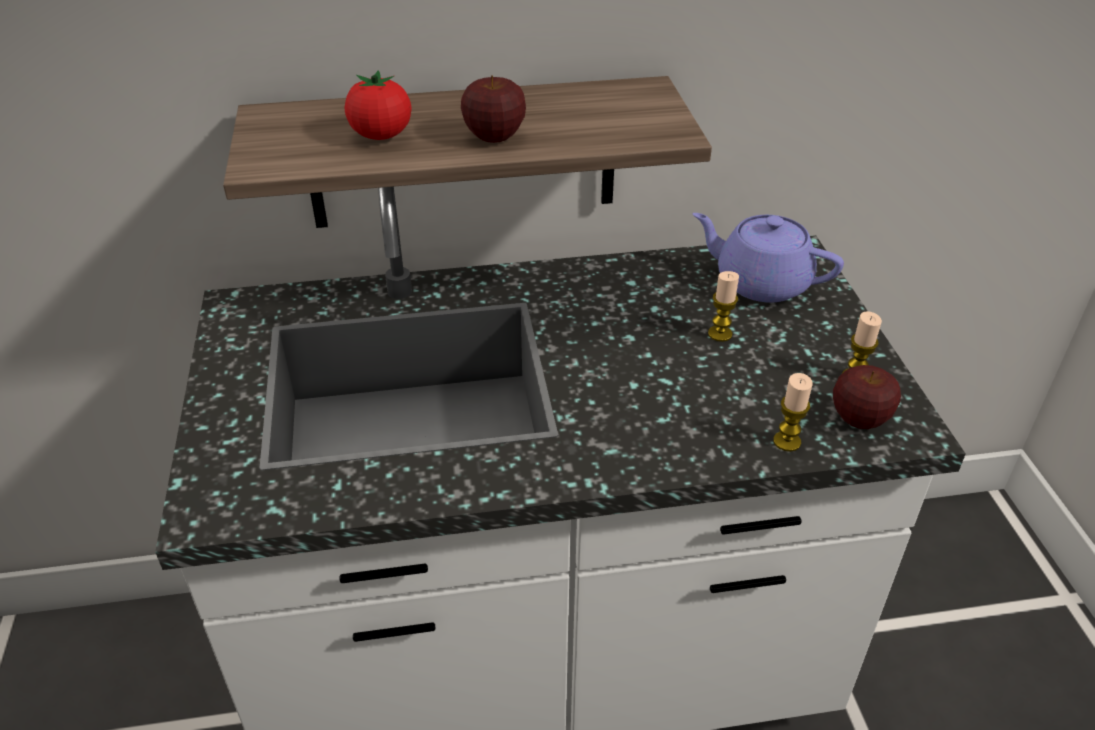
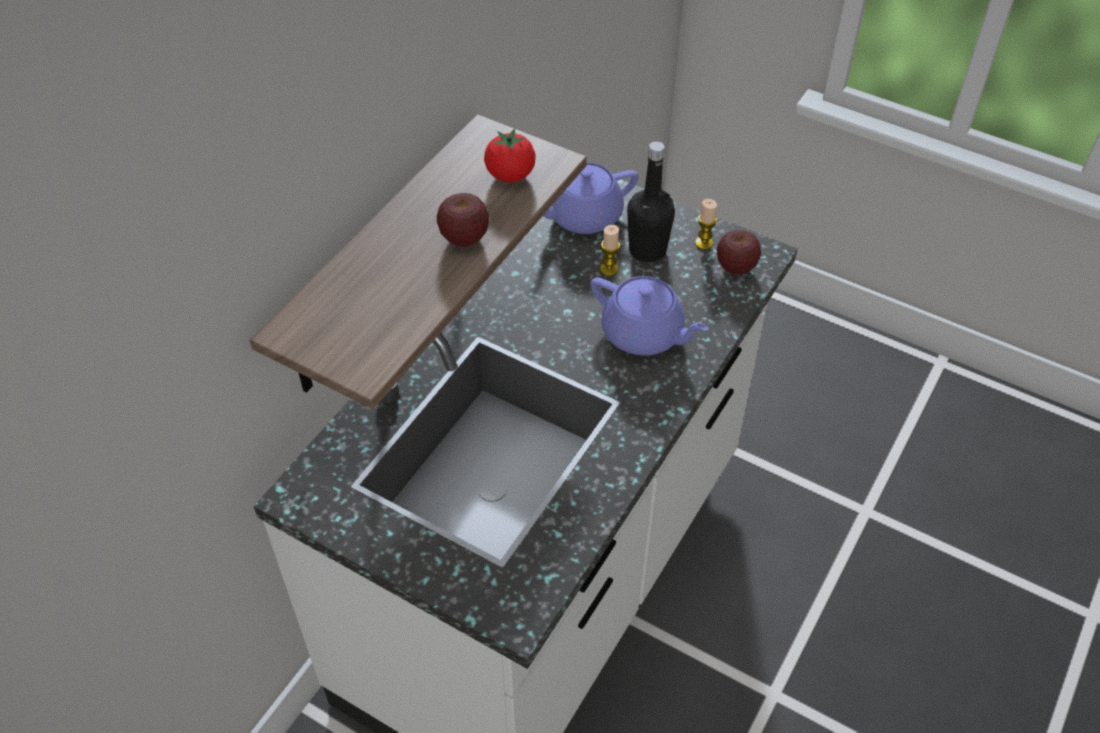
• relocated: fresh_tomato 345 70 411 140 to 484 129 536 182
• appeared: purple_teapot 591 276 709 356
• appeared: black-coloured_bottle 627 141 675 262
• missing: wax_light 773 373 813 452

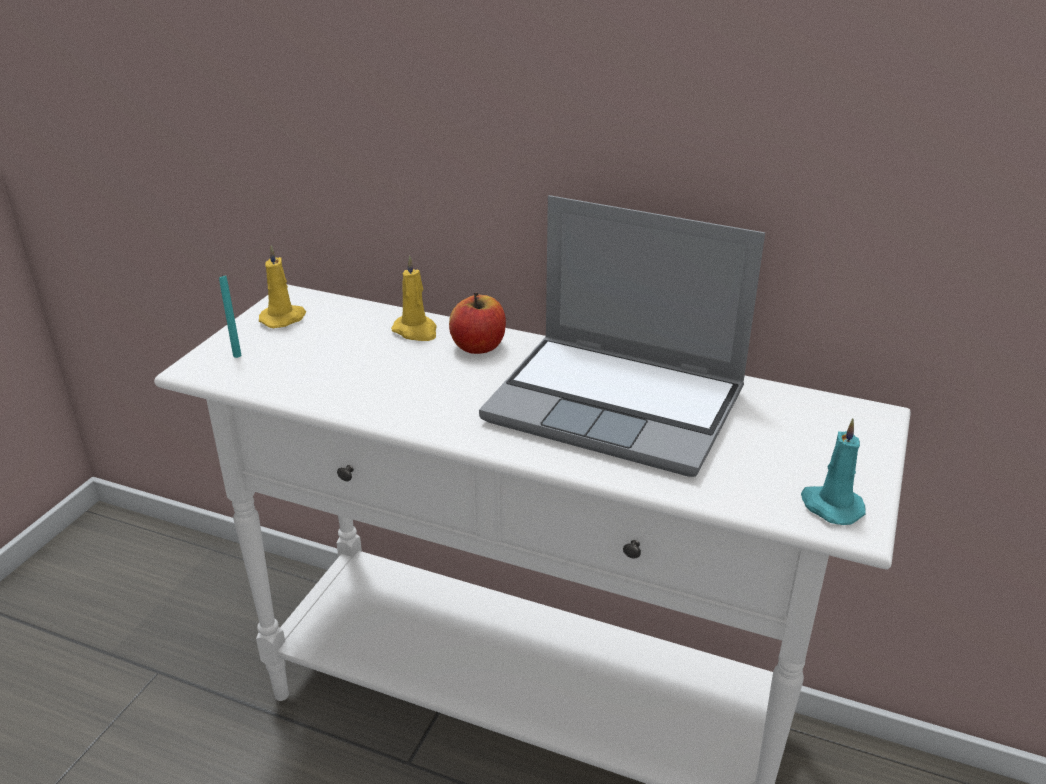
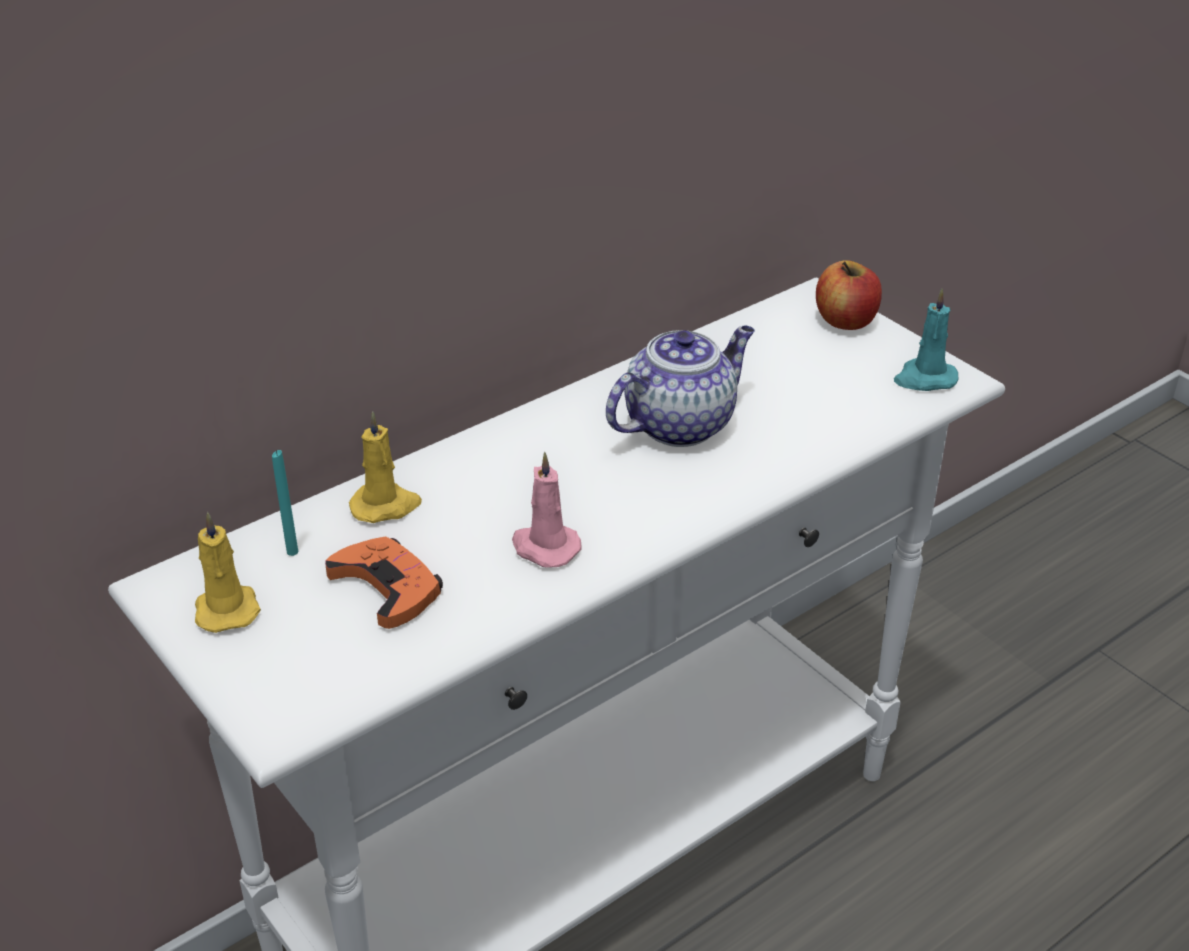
• relocated: turquoise_wax_light 219 275 241 358 to 272 450 298 556
• appeared: orange-coloured_gamepad 325 536 443 629
• appeared: pink-coloured_wax_light 512 452 581 568
• exchanged: notebook_computer 479 195 765 477 to teapot 606 326 755 447
• relocated: apple 449 293 506 354 to 816 260 882 330

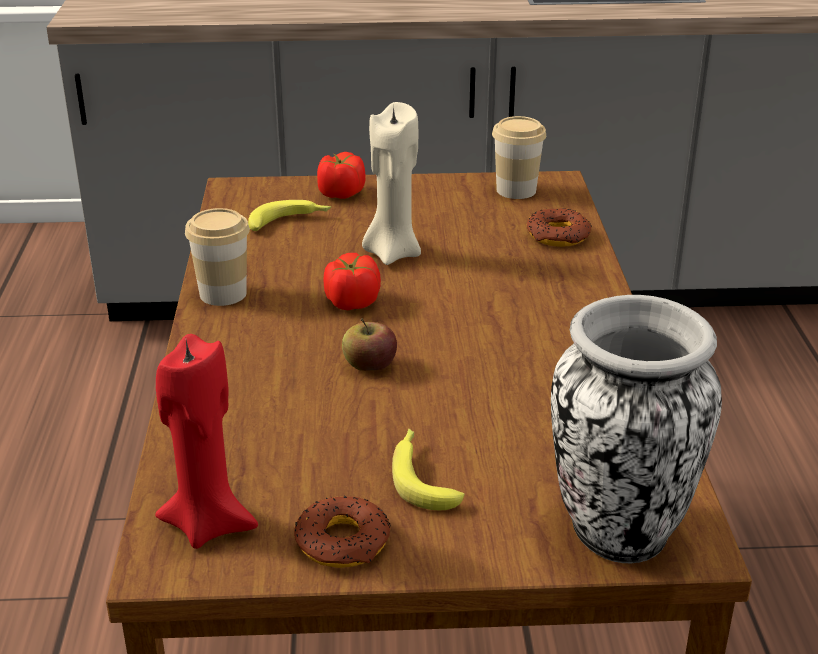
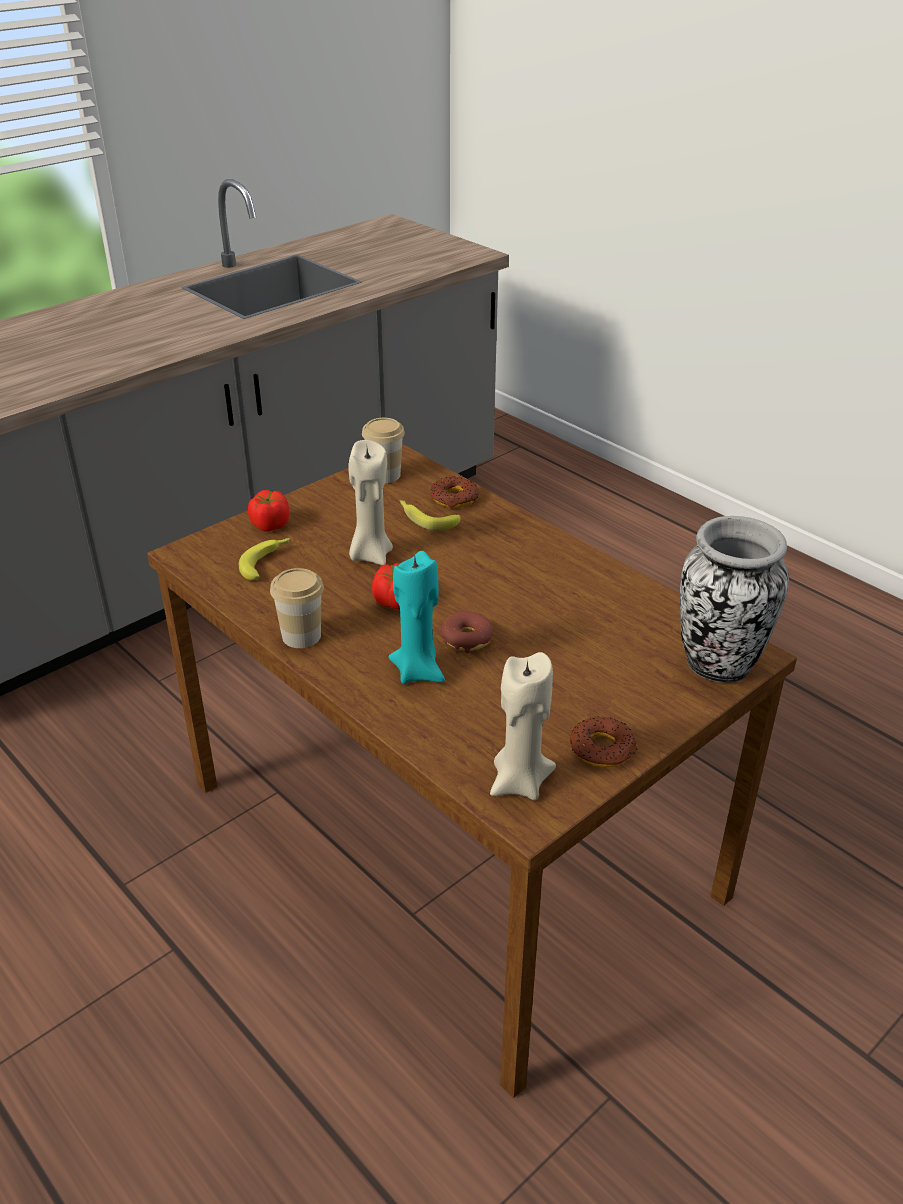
• appeared: turquoise_wax_light 389 551 445 684
• relocated: banana_fruit 392 429 465 510 to 400 500 460 531
• exchanged: apple 342 318 397 371 to doughnut 441 611 493 653
• colour: red-coloured_wax_light 155 334 258 549 to sand-coloured_wax_light 490 652 556 800

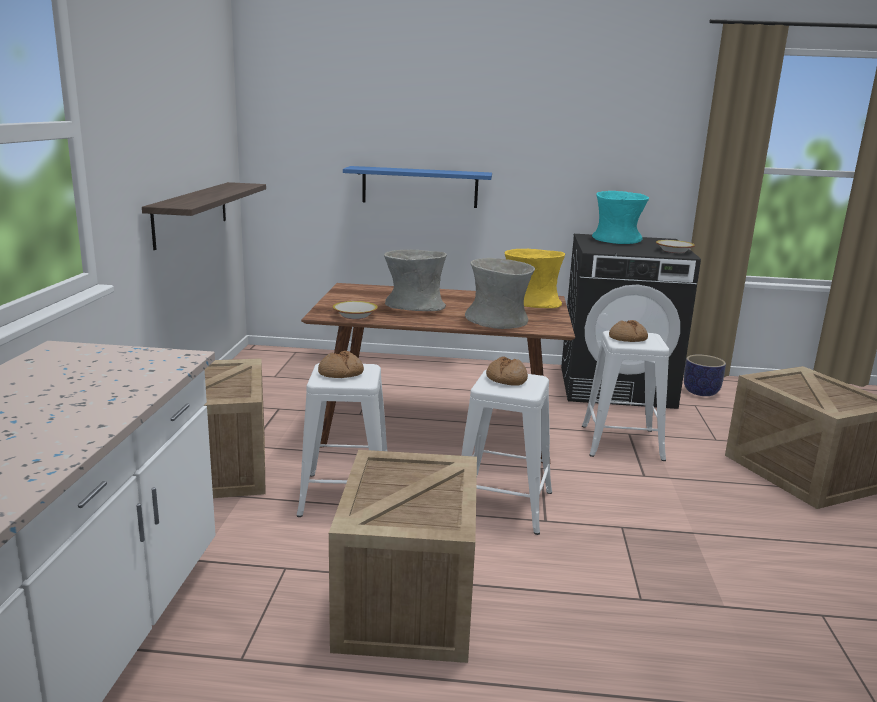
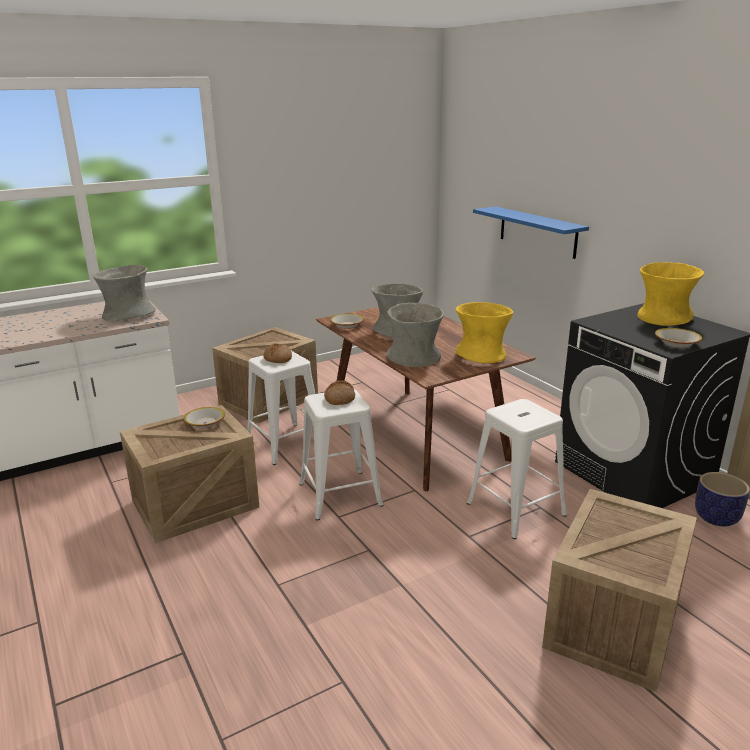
• appeared: grey_decorative_vase 93 265 156 321
• appeared: deep_dish 184 407 225 429
• colour: turquoise_decorative_vase 592 191 649 244 to yellow_decorative_vase 637 262 704 326
• missing: shelf 142 182 266 250
• missing: bakery_bread 609 320 648 342

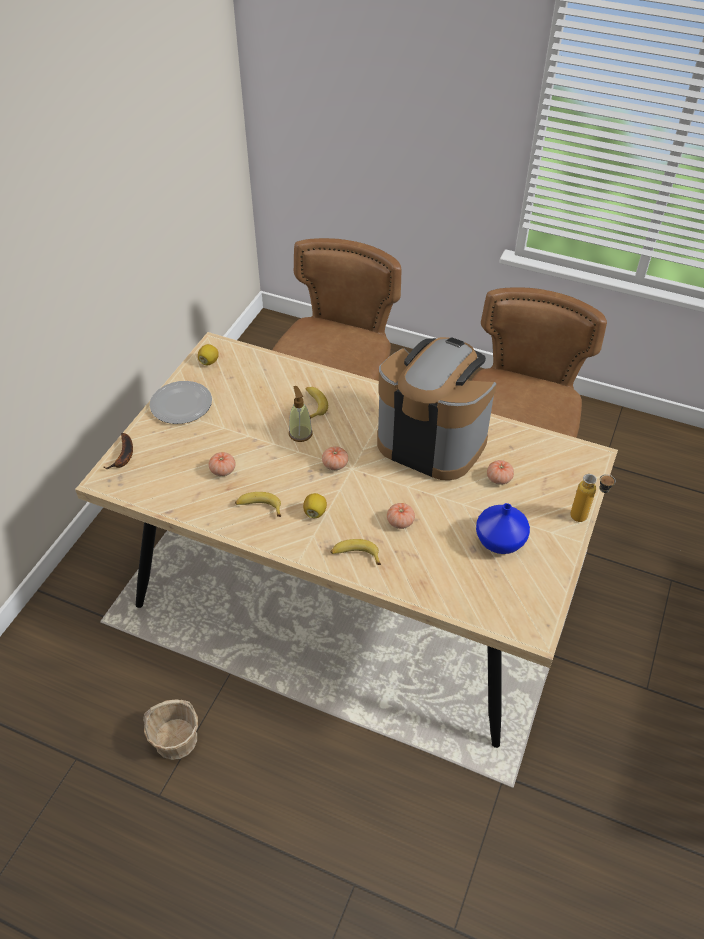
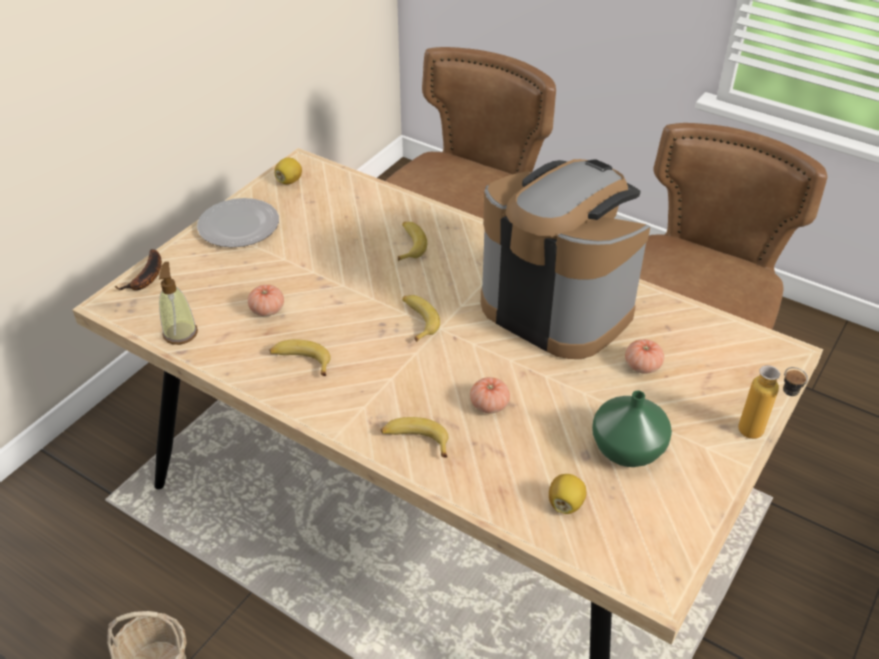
• relocated: soap_dispenser 289 386 313 442 to 159 262 198 345
• exchanged: fresh_tomato 322 446 348 470 to banana_fruit 402 295 440 342
• relocated: lemon 303 493 327 518 to 549 474 586 514
• colour: blue-coloured_decorative_vase 476 503 530 554 to green-coloured_decorative_vase 592 391 672 467

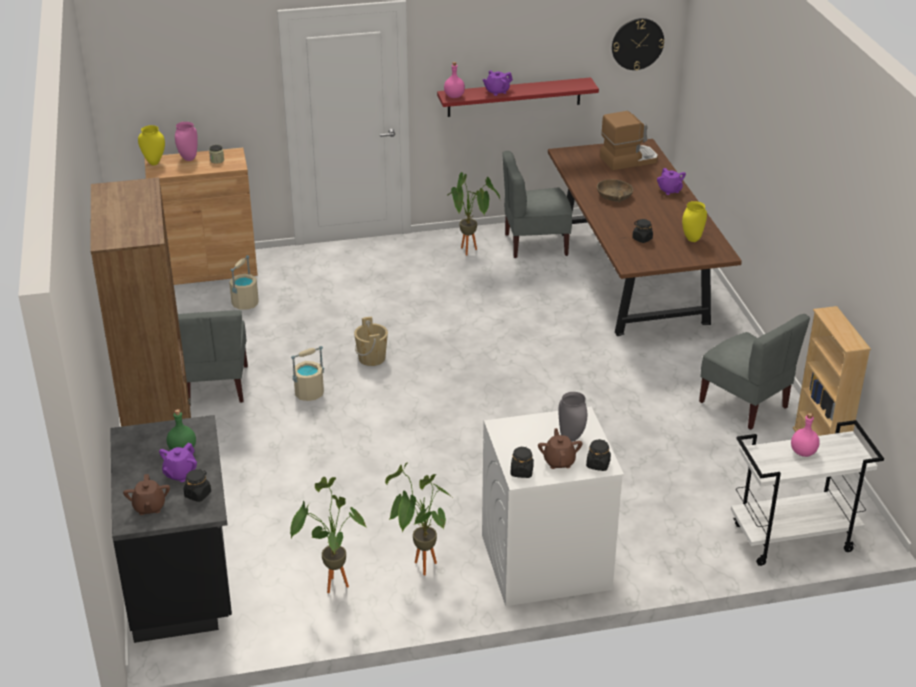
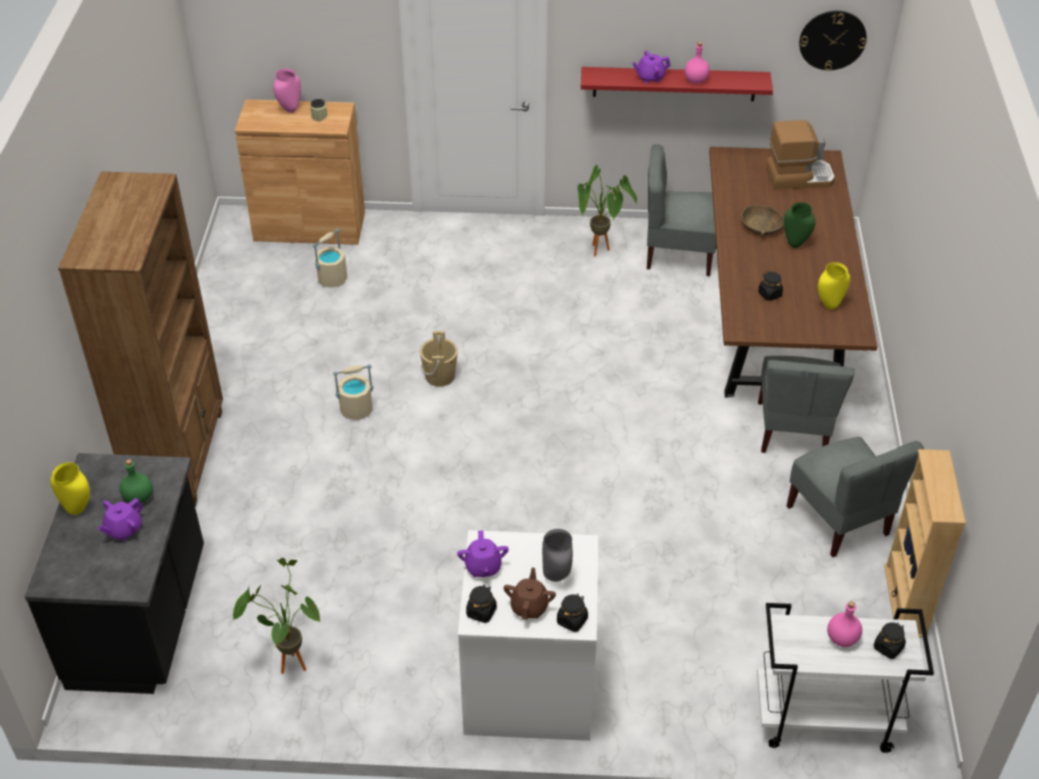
• relocated: yellow_decorative_vase 138 125 165 165 to 50 462 90 515
• relocated: purple_teapot 657 168 686 195 to 457 531 509 577
• relocated: pink-coloured_bottle 444 62 465 98 to 685 42 709 84
• relocated: grey_chair 178 310 248 403 to 758 356 855 453
• appeared: green-coloured_decorative_vase 784 202 815 248
• relocated: black-coloured_jar 184 469 211 502 to 874 622 906 659
• missing: brown_teapot 123 474 170 515
• missing: plant_in_a_pot 385 462 450 575

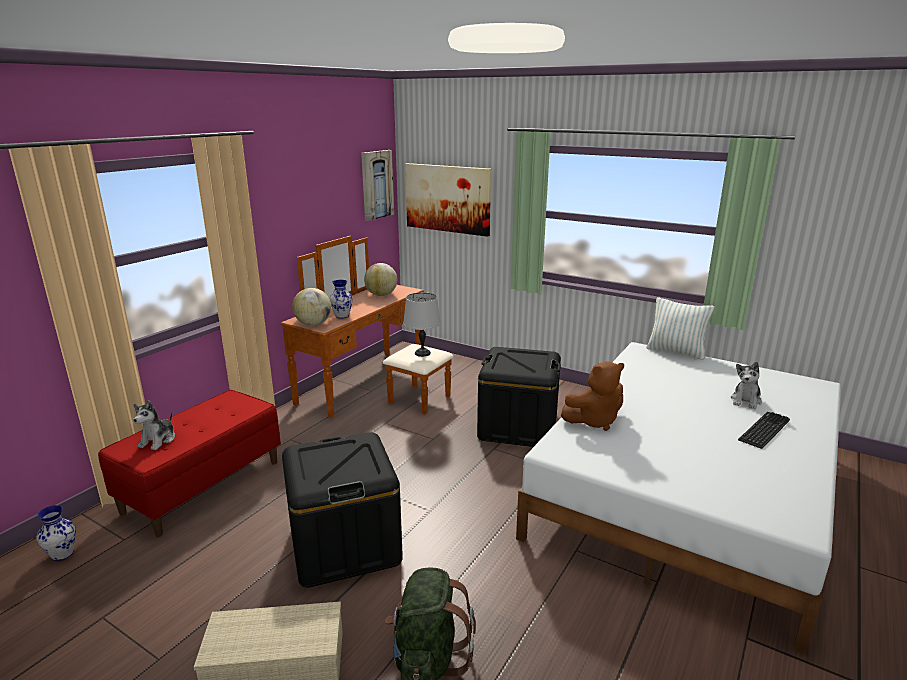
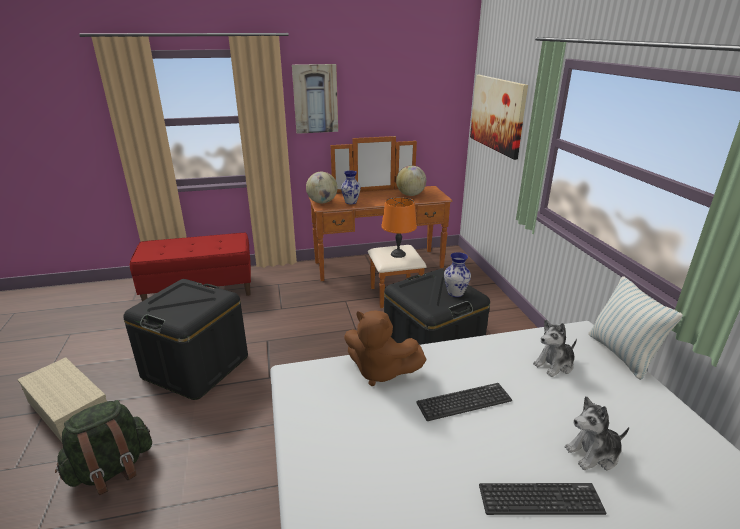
• relocated: picture 361 150 394 221 to 292 64 338 134
• colour: grey_lamp_for_a_table 403 292 441 357 to orange-coloured_lamp_for_a_table 381 197 417 258
• appeared: computer_keyboard 416 383 512 421
• relocated: decorative_vase 36 505 76 561 to 444 252 471 297
• relocated: plush_toy 133 400 175 450 to 533 320 577 377

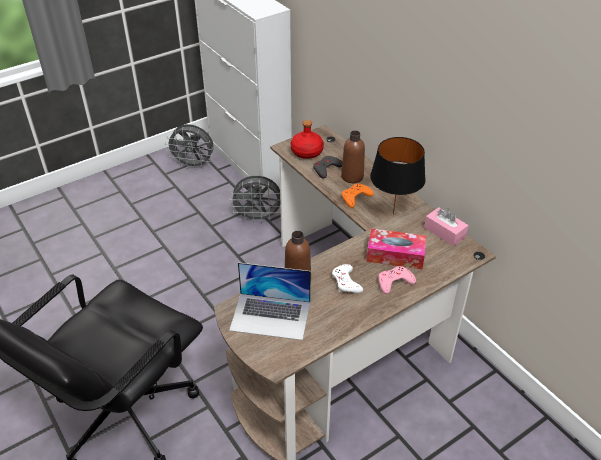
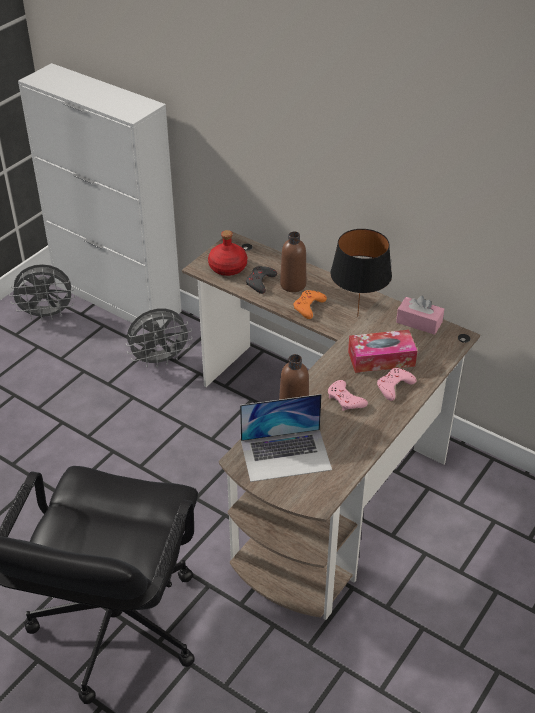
• colour: white_gamepad 332 264 363 293 to pink-coloured_gamepad 328 380 368 411

